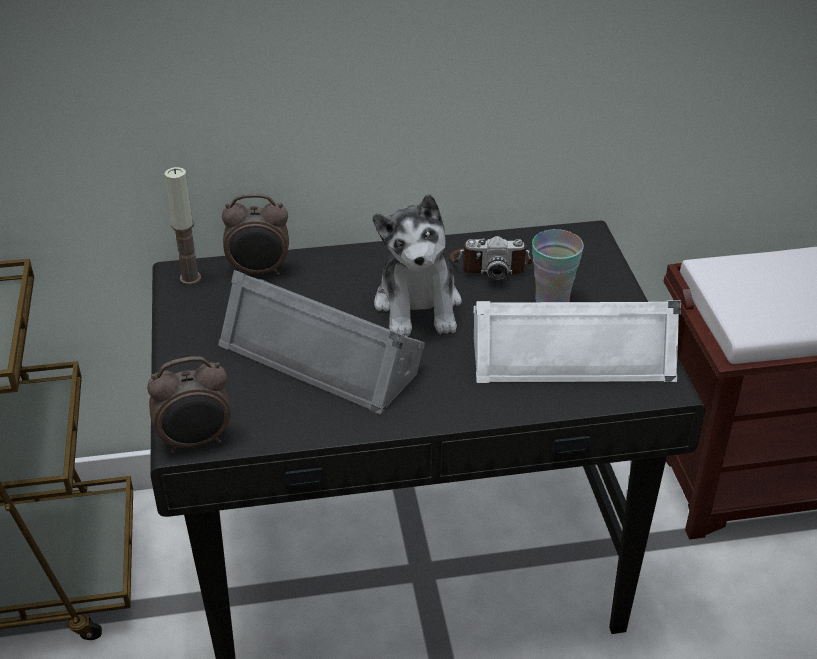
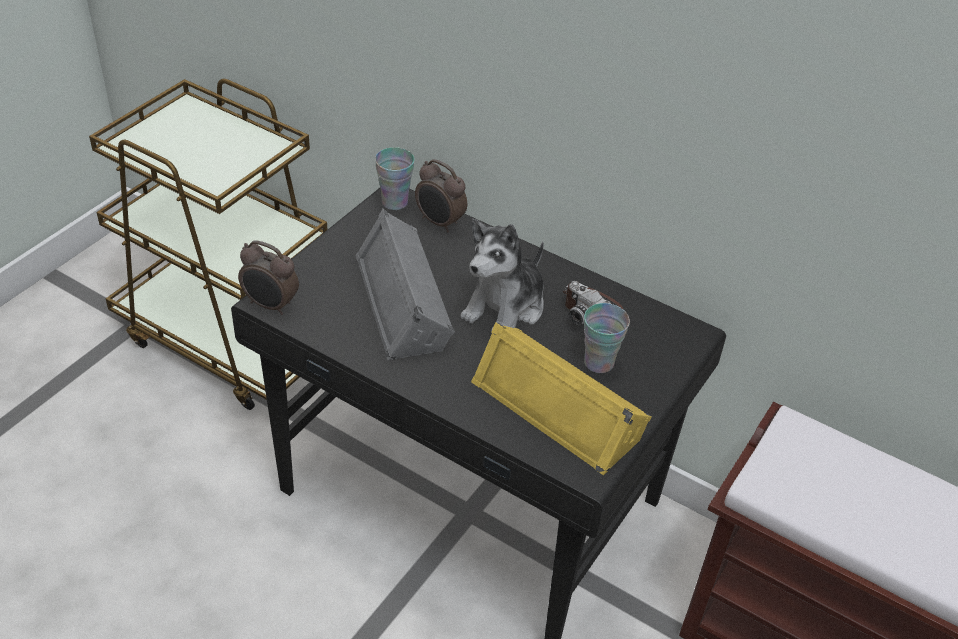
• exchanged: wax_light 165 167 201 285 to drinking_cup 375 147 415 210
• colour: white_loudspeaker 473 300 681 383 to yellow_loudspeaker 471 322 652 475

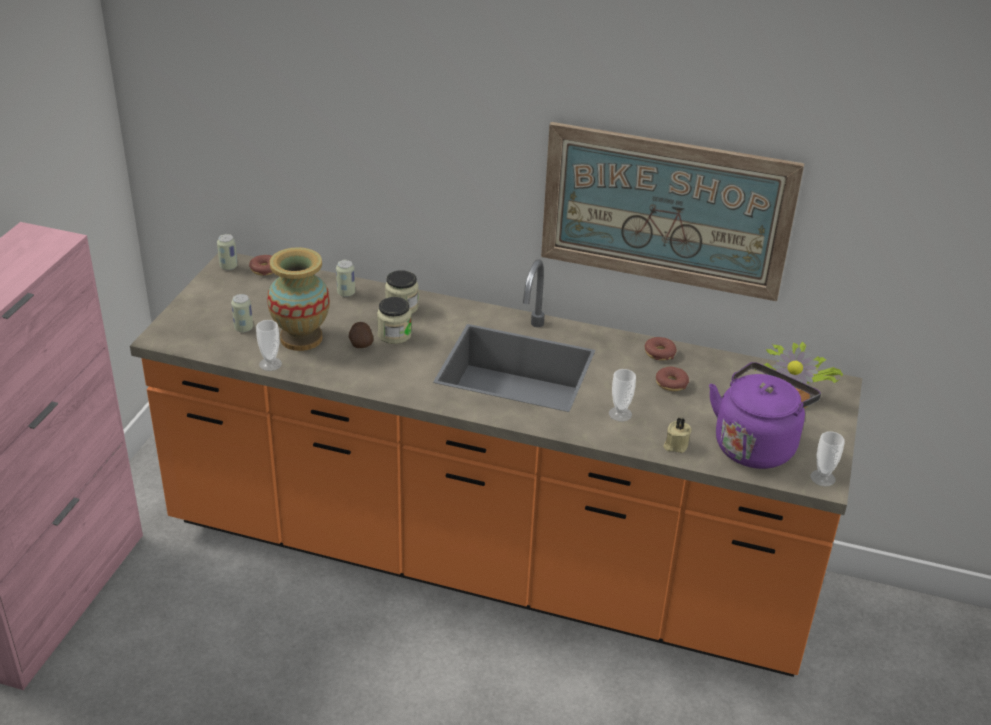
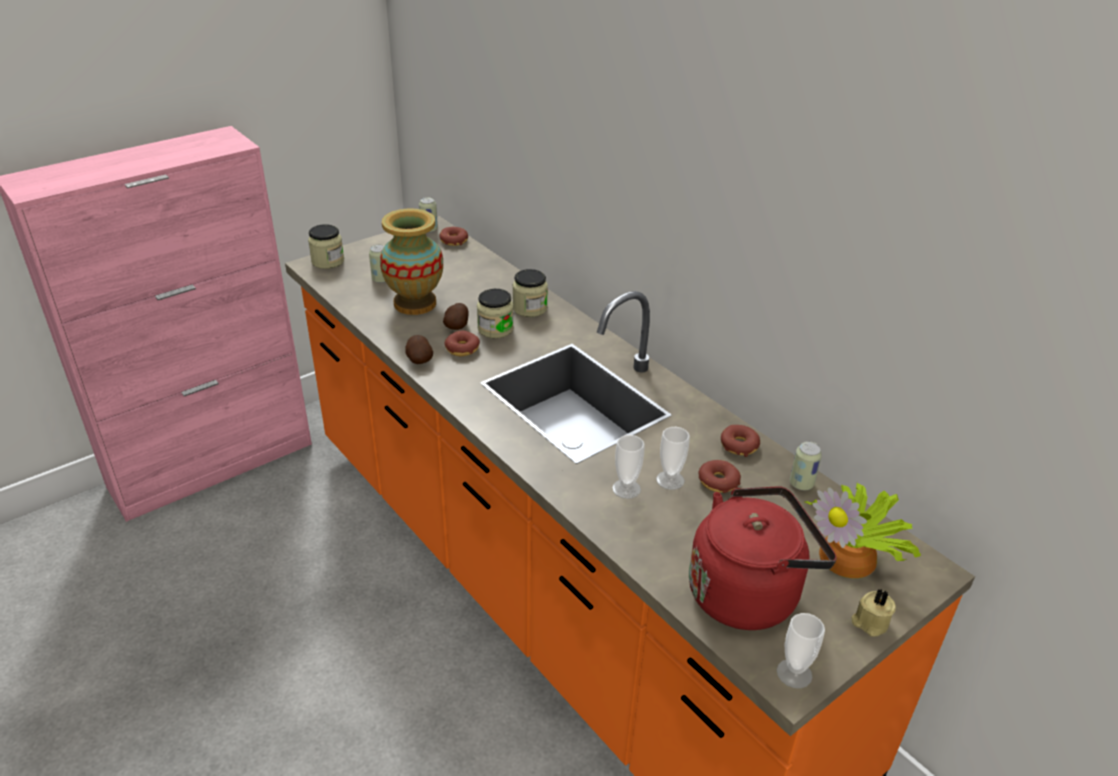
• appeared: jar 308 224 344 269
• appeared: potato 405 335 433 364
• appeared: doughnut 444 331 480 356
• relocated: drinking_cup 256 320 282 371 to 656 427 690 490
• colour: purple_water_kettle 709 362 821 469 to red-coloured_water_kettle 689 486 837 630
• relocated: sealed_can 336 260 355 297 to 790 441 822 490
• relocated: sand-coloured_wax_light 663 418 692 453 to 851 589 896 637
• missing: picture 541 122 804 301

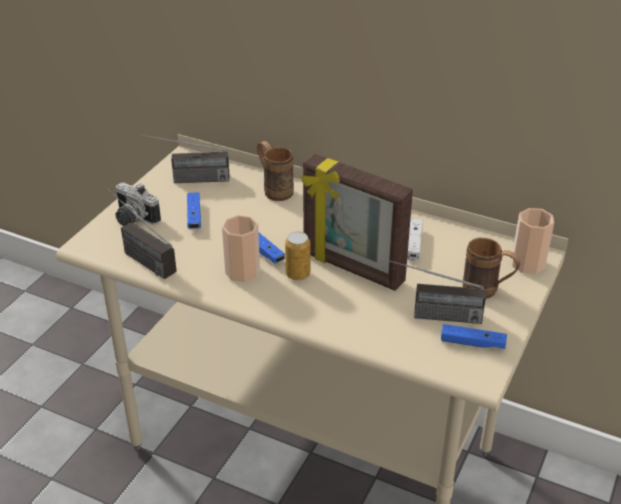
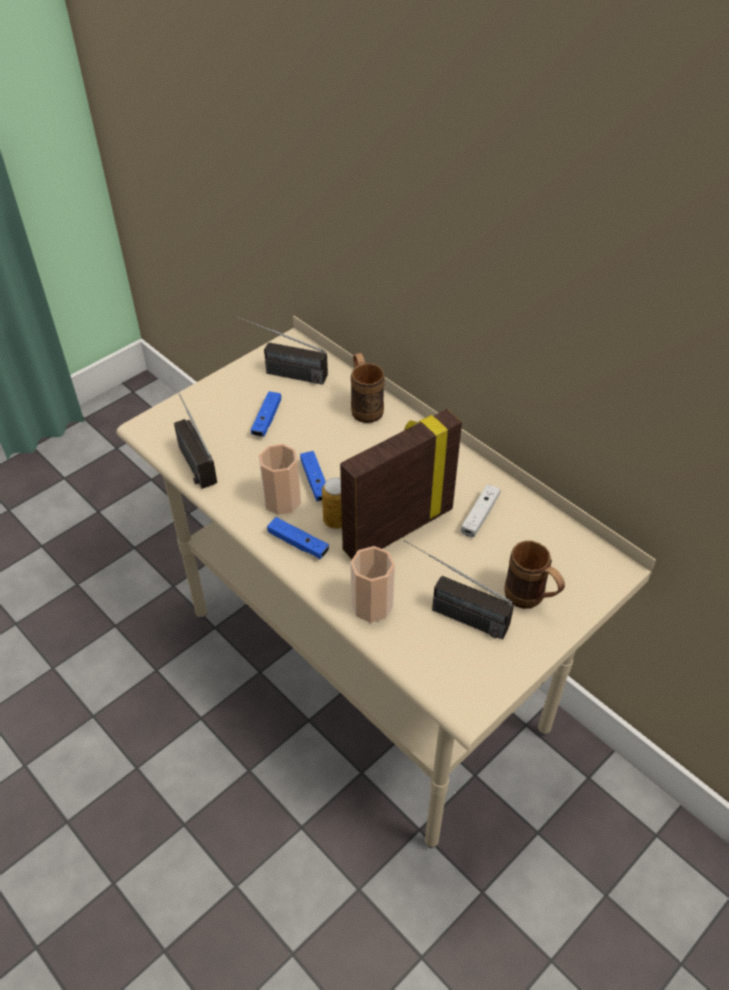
• relocated: blue-coloured_gamepad 441 324 507 349 to 267 517 329 559
• spun: photo_frame 301 154 413 291 = 340 409 462 559 90 degrees clockwise
• relocated: drinking_cup 511 208 554 274 to 351 546 395 623
• missing: photo_camera 115 182 161 226

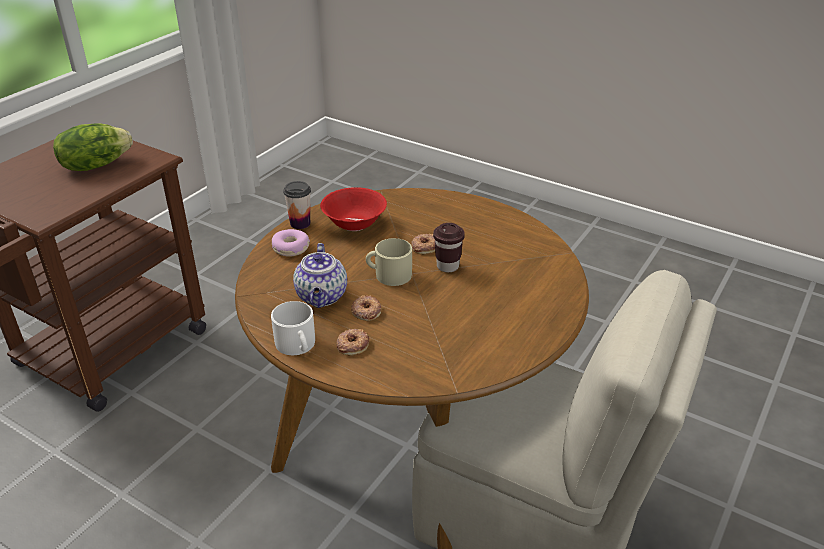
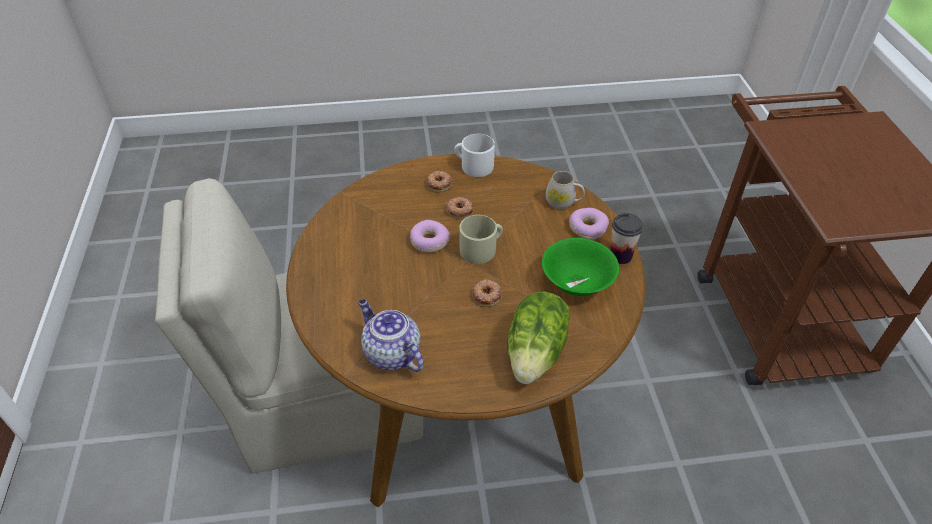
• relocated: teapot 293 243 347 308 to 359 299 424 372
• appeared: doughnut 410 220 450 253
• relocated: head_of_lettuce 53 123 133 171 to 507 292 570 384
• colour: red-coloured_deep_dish 320 187 387 231 to green-coloured_deep_dish 542 238 619 296
• appeared: white_coffee_mug 546 171 585 209
• missing: brown_drinking_cup 433 223 465 272

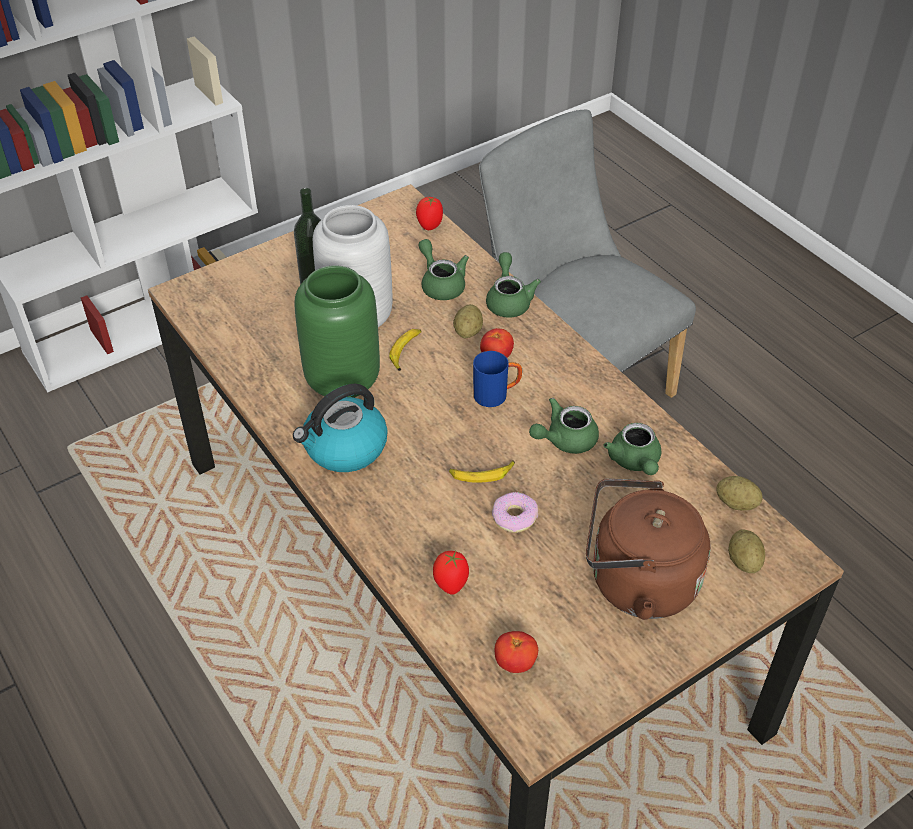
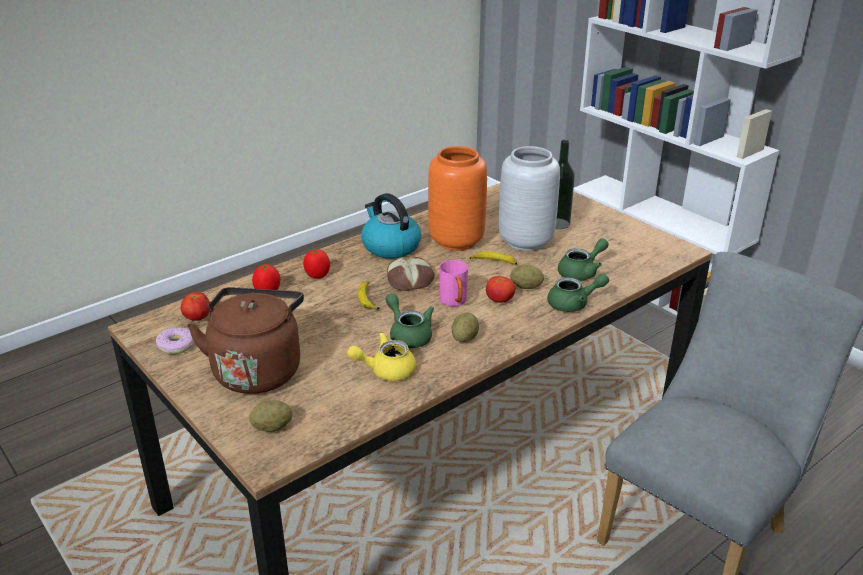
• relocated: doughnut 492 492 538 533 to 156 327 194 354
• relocated: fresh_tomato 416 197 443 230 to 303 249 330 278
• colour: green-coloured_teapot 604 423 661 475 to yellow_teapot 347 332 416 381
• appeared: bakery_bread 387 257 435 291
• colour: green-coloured_decorative_vase 294 265 380 398 to orange-coloured_decorative_vase 428 146 487 251
• colour: blue-coloured_coffee_mug 473 351 522 407 to pink-coloured_coffee_mug 440 260 468 306
• relocated: potato 716 476 762 510 to 452 313 479 342

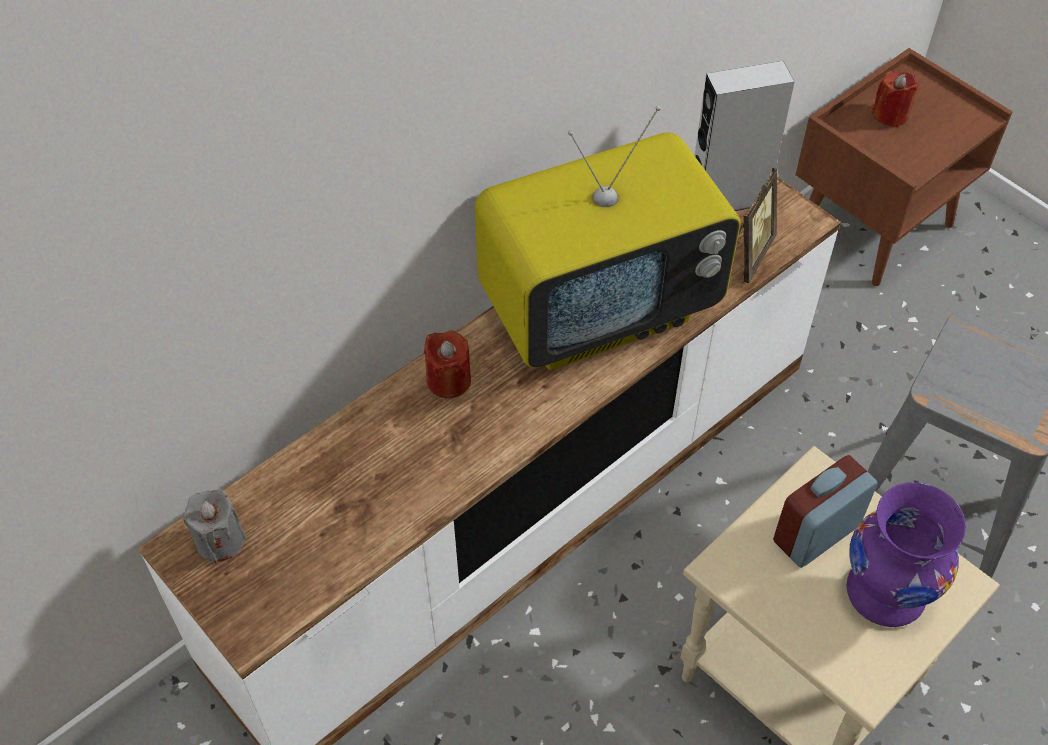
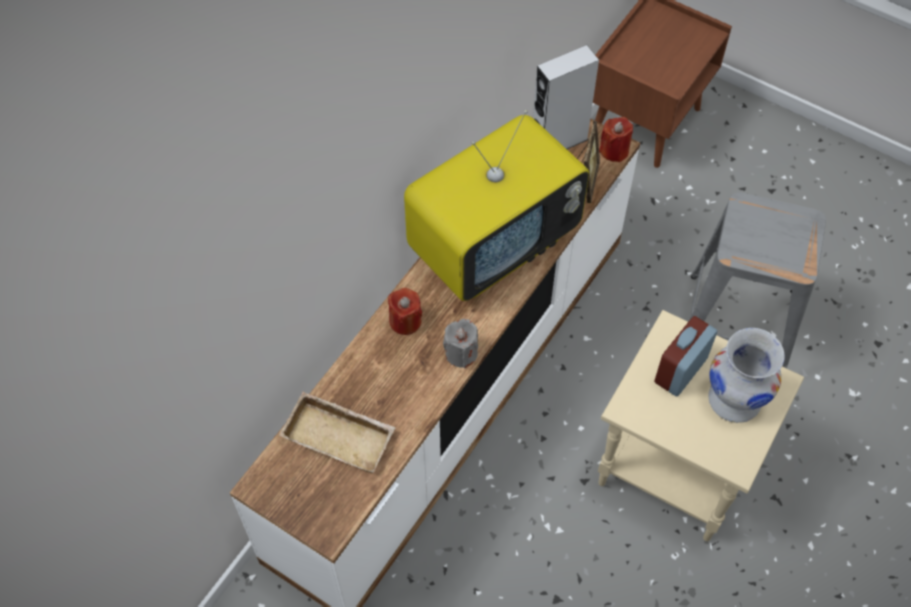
• appeared: sand-coloured_tray 279 392 395 473
• relocated: grey_wax_light 183 489 246 564 to 443 319 478 368
• relocated: red-coloured_wax_light 871 71 919 127 to 599 117 633 162
• colour: purple_decorative_vase 847 482 966 627 to white_decorative_vase 708 328 785 423

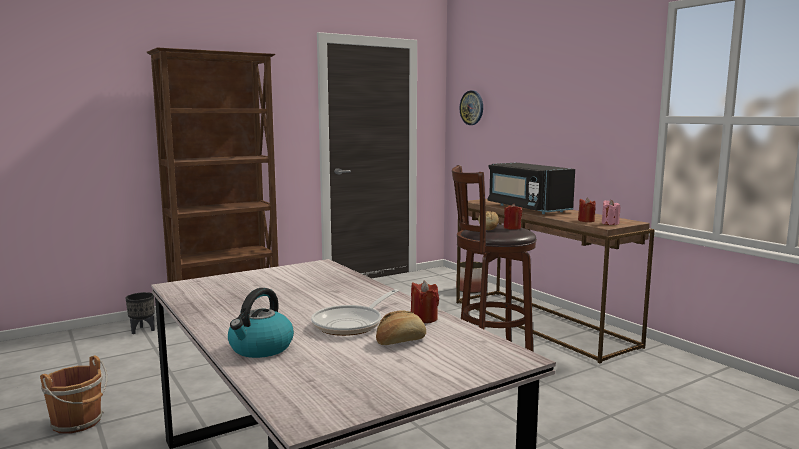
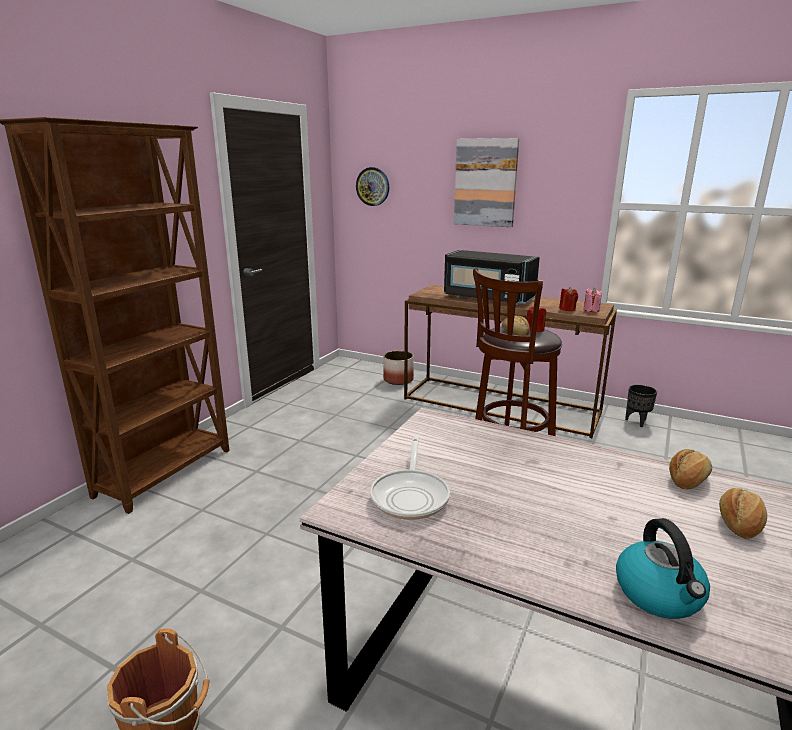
• relocated: skillet 311 289 399 336 to 370 437 450 520
• appeared: picture 454 138 519 227
• relocated: black-coloured_planter 126 292 155 334 to 625 385 657 427
• exchanged: red-coloured_wax_light 411 281 439 323 to bakery_bread 669 449 712 490

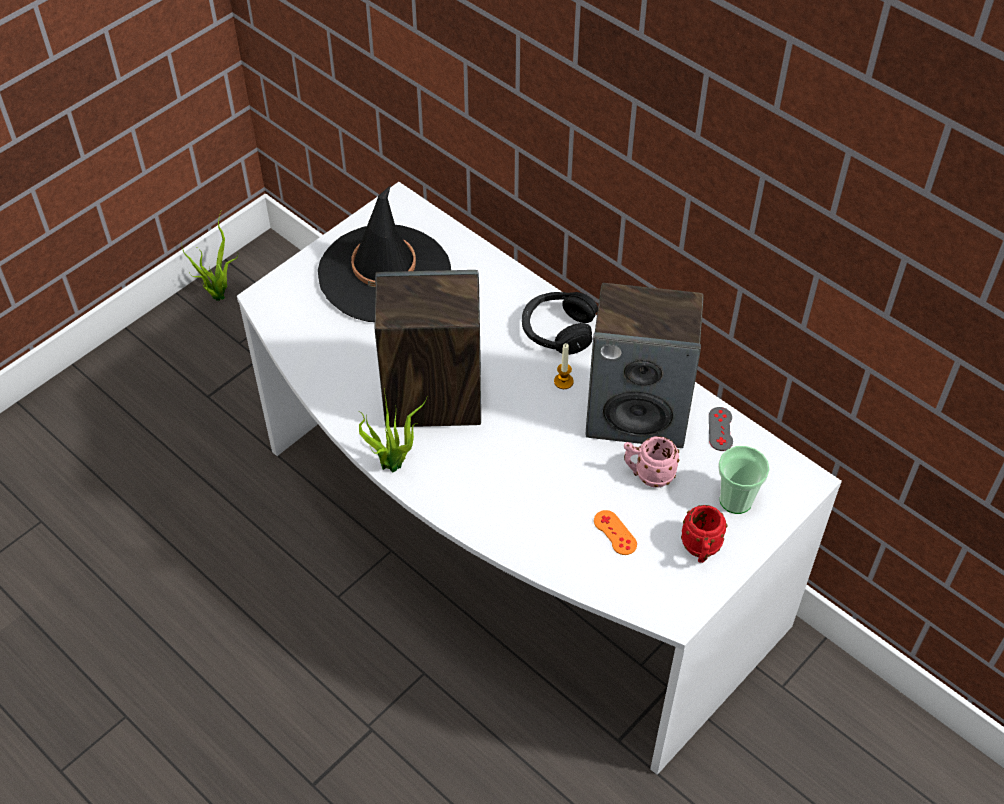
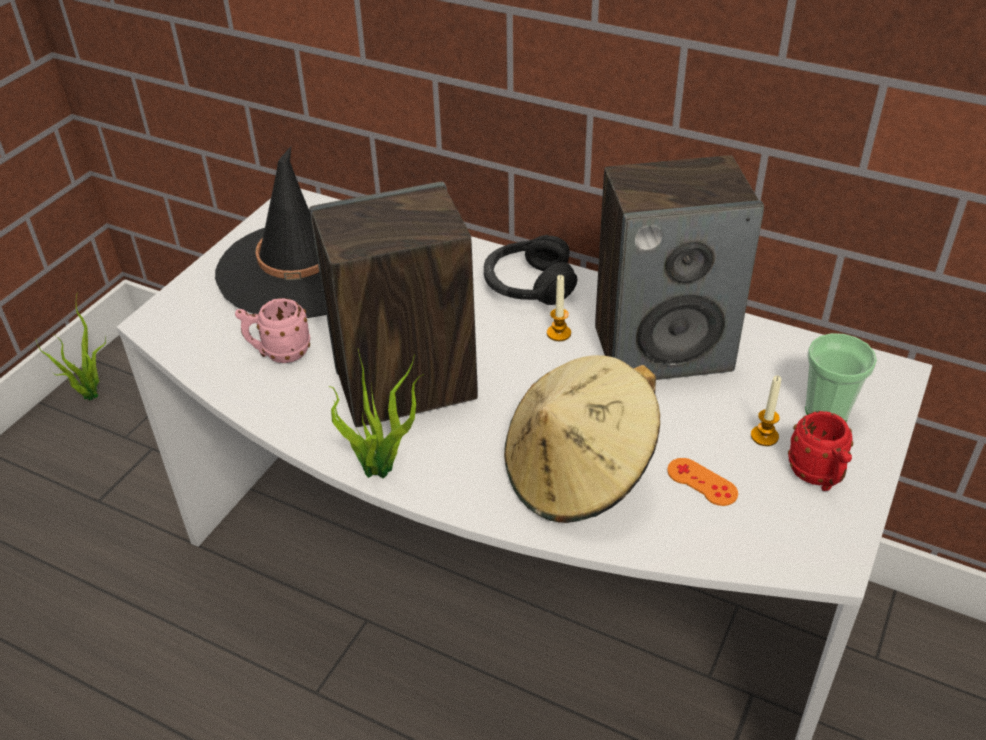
• relocated: pink-coloured_coffee_mug 624 436 679 487 to 235 298 310 363
• appeared: sand-coloured_hat 504 355 660 523
• appeared: wax_light 751 376 781 446
• missing: grey_gamepad 709 407 733 451

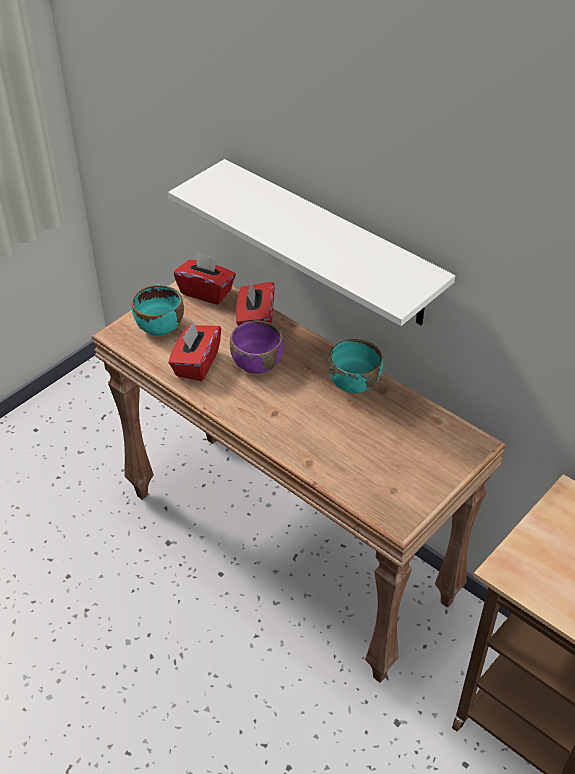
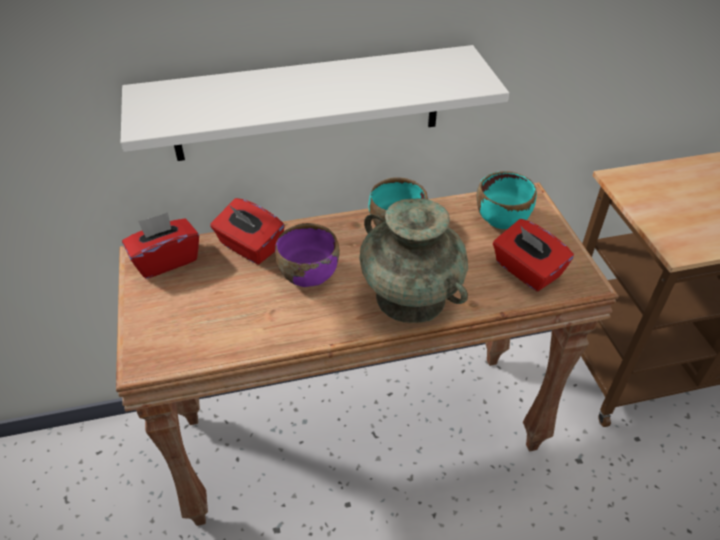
• appeared: turquoise_decorative_vase 359 198 468 323
• relocated: turquoise_deep_dish 132 285 184 336 to 476 171 537 229
• relocated: red-coloured_box_of_tissues 169 322 221 381 to 493 219 574 291

